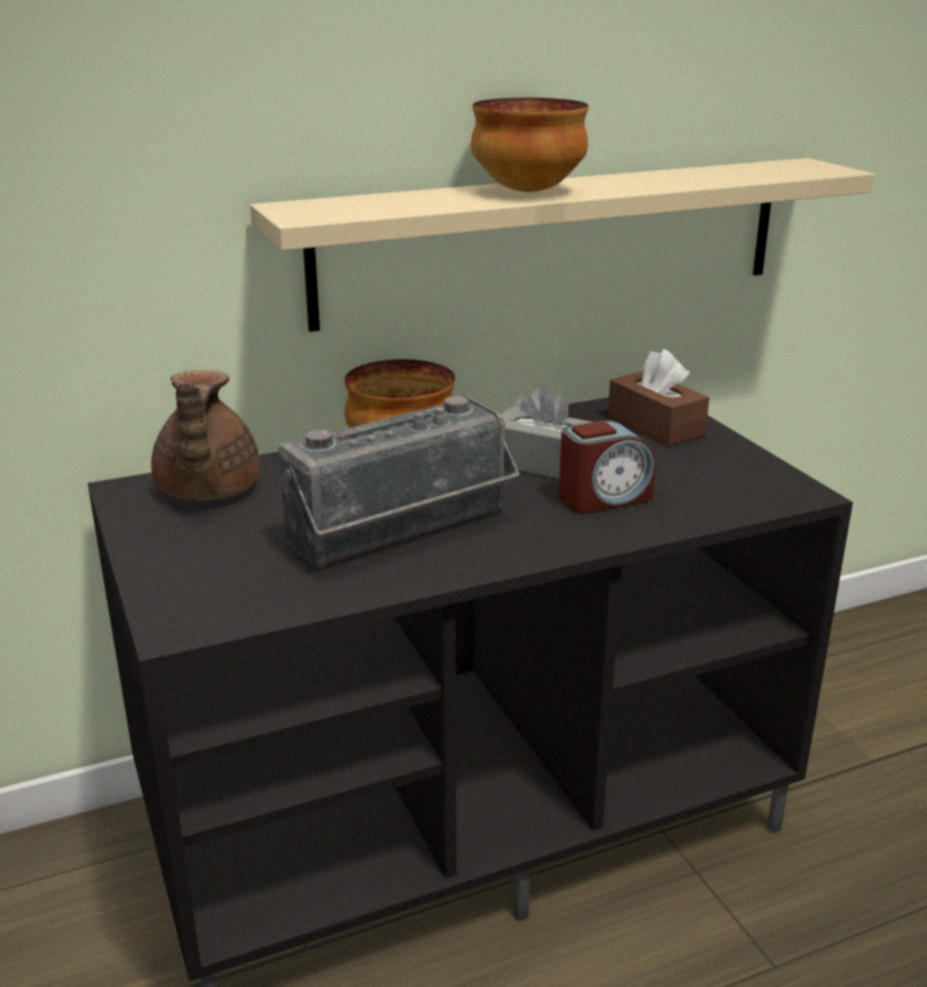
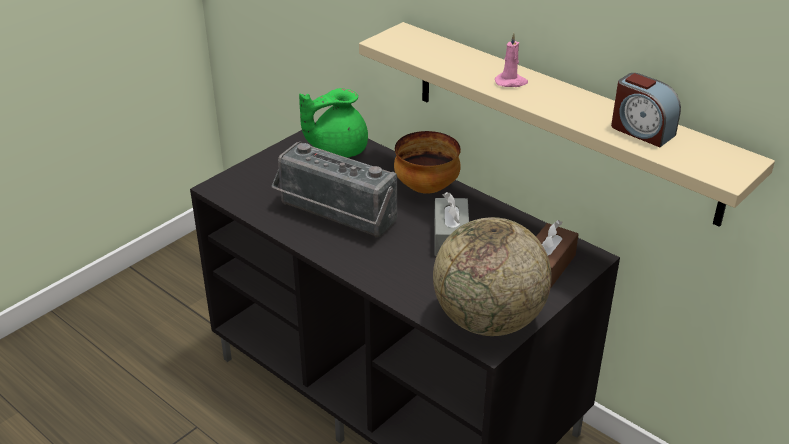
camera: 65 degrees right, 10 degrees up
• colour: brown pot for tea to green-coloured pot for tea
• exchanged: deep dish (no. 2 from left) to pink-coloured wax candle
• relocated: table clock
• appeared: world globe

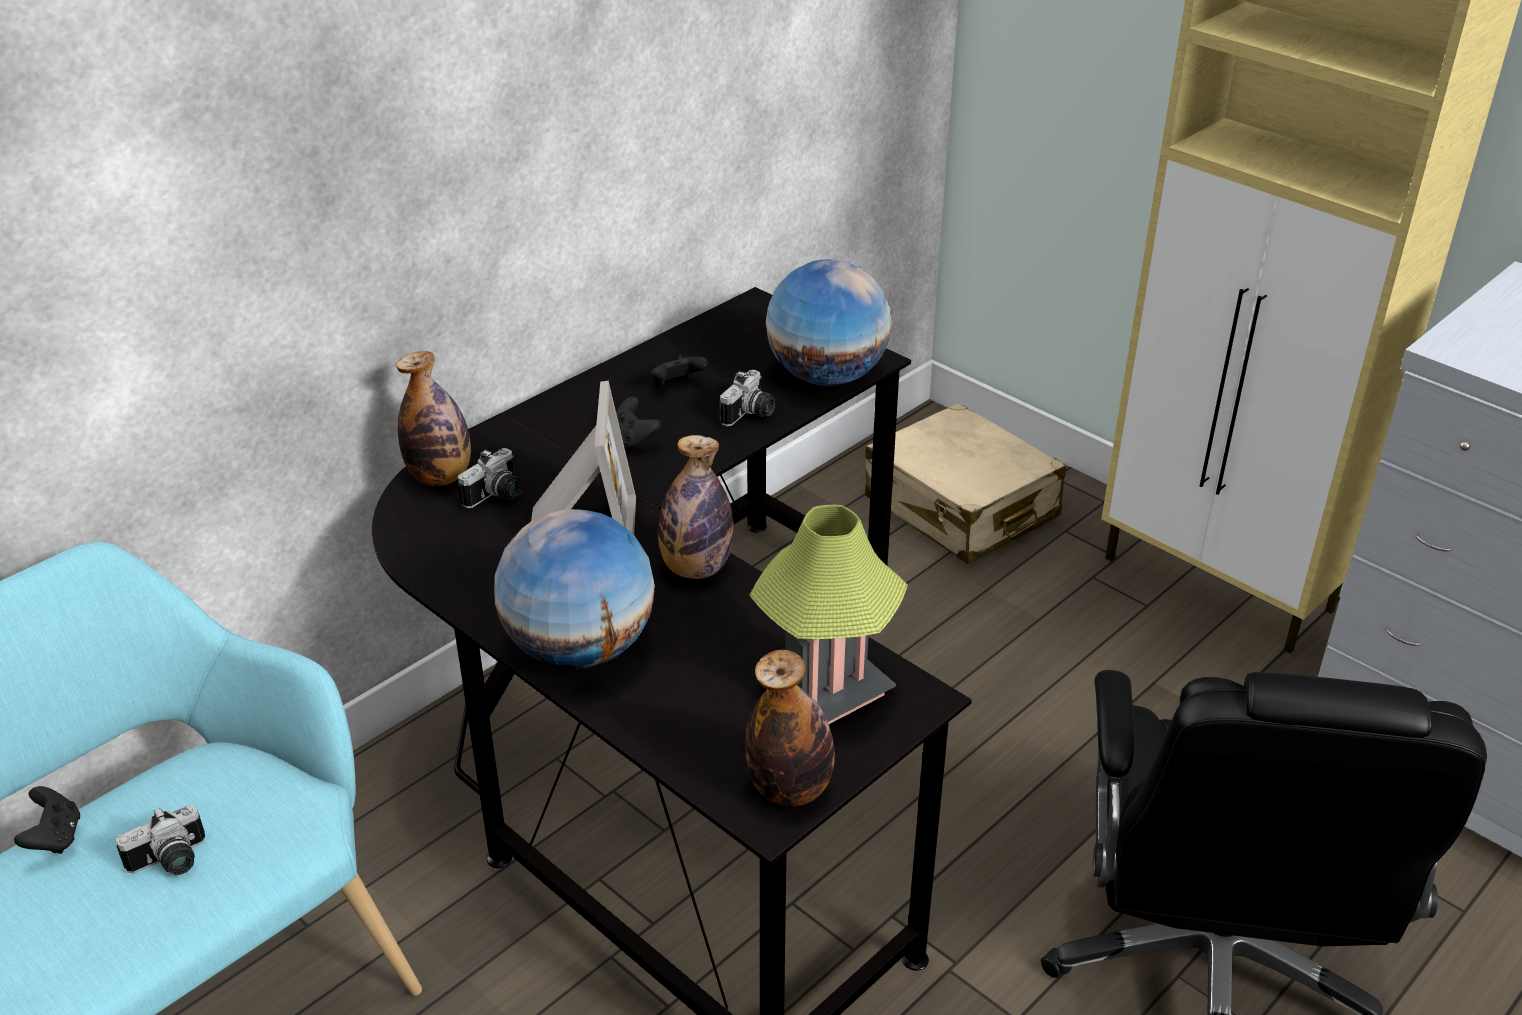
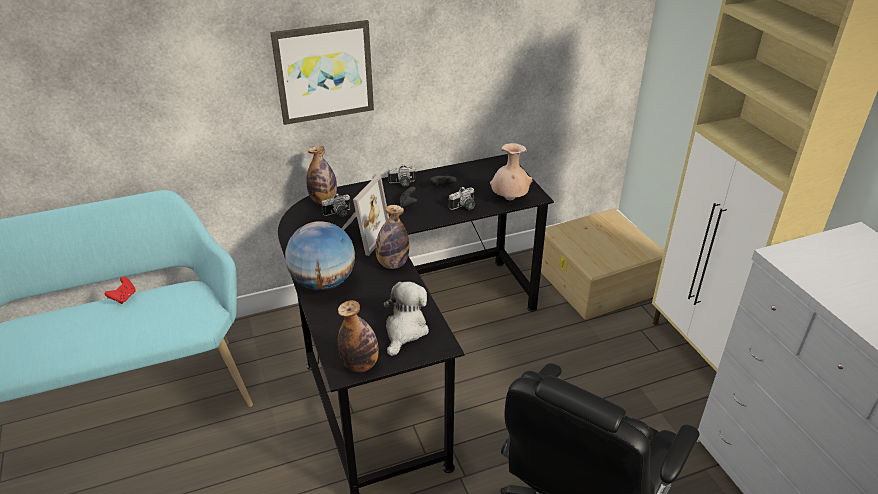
camera: 25 degrees right, 0 degrees up
• colour: black game controller (no. 1 from left) to red game controller
• relocated: still camera (no. 1 from left in the first image) to still camera (no. 2 from left)
• exchanged: table lamp to plush toy
• exchanged: world globe (no. 2 from left) to beige decorative vase
• exchanged: beige piece of luggage to beige storage bin
• appeared: wall art

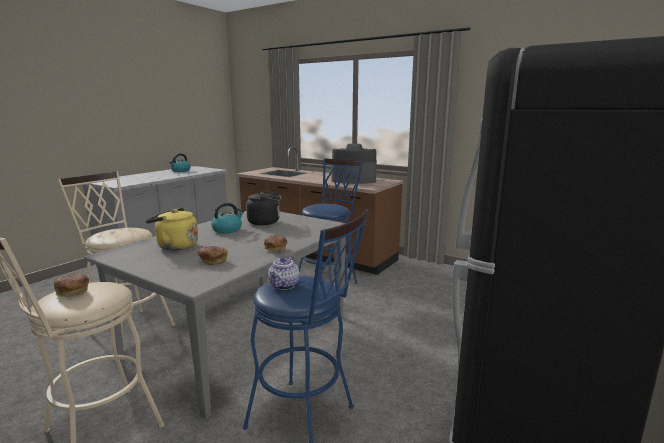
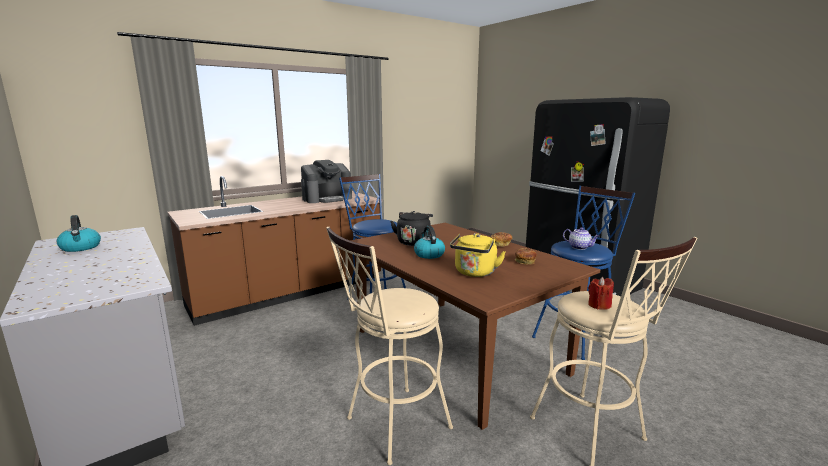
camera: 70 degrees left, 0 degrees up
• exchanged: bakery bread (no. 1 from left) to red wax candle
• colour: greyish dining table to brown dining table
• spun: coffee brewer 150 degrees counterclockwise

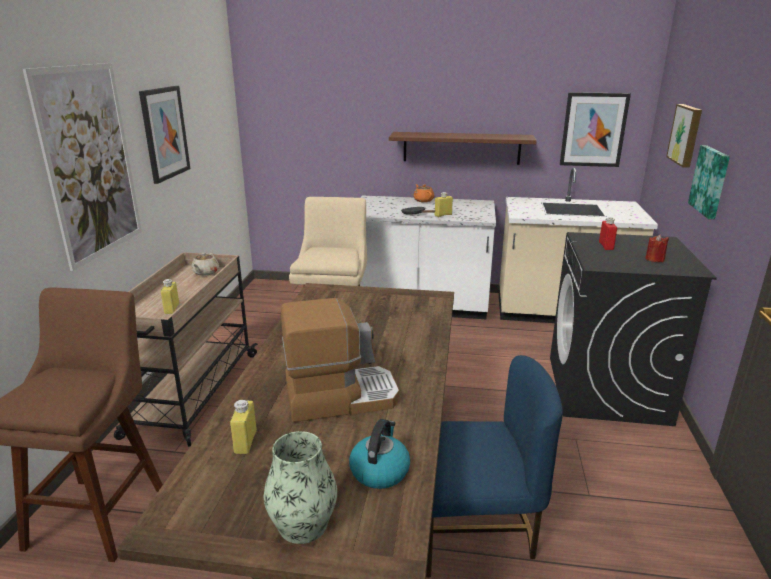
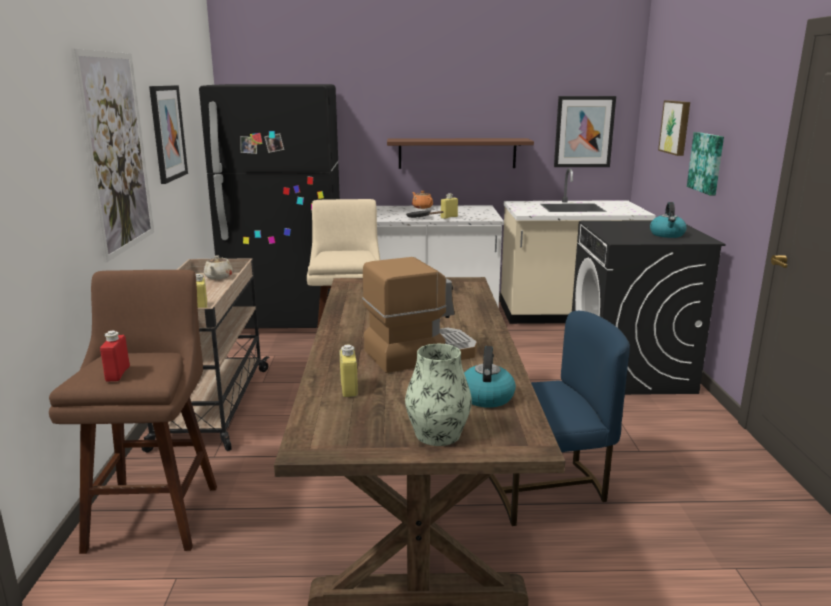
camera: 10 degrees left, 5 degrees down
• relocated: red beverage bottle
• exchanged: red wax candle to tea kettle (no. 2 from left)
• appeared: black kitchen fridge

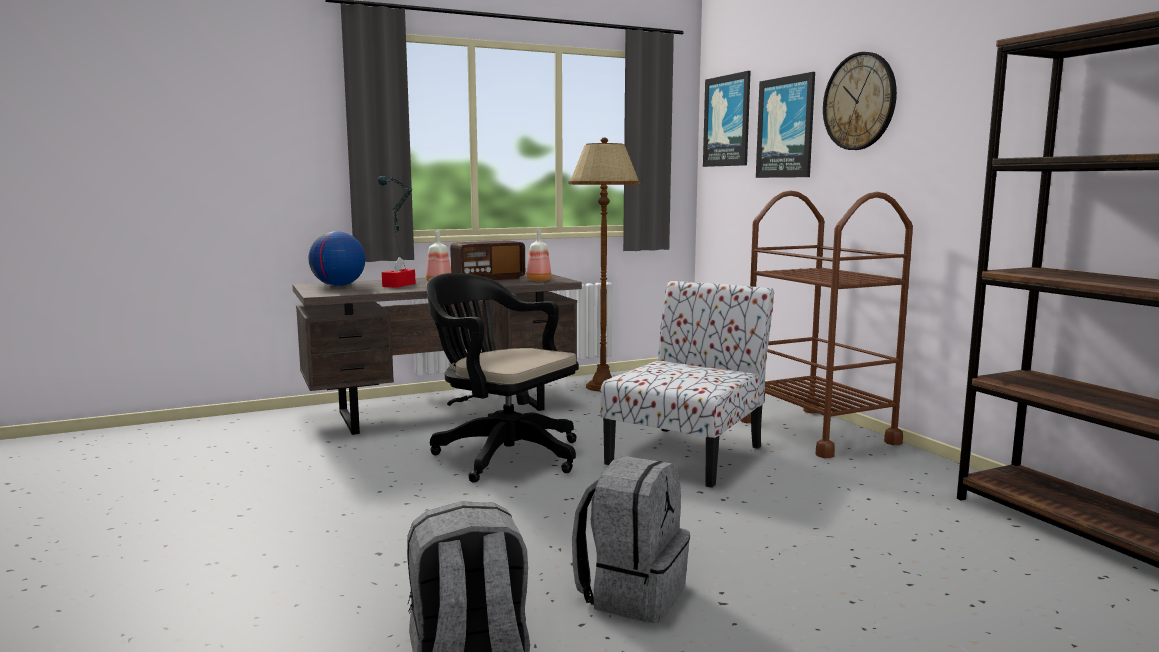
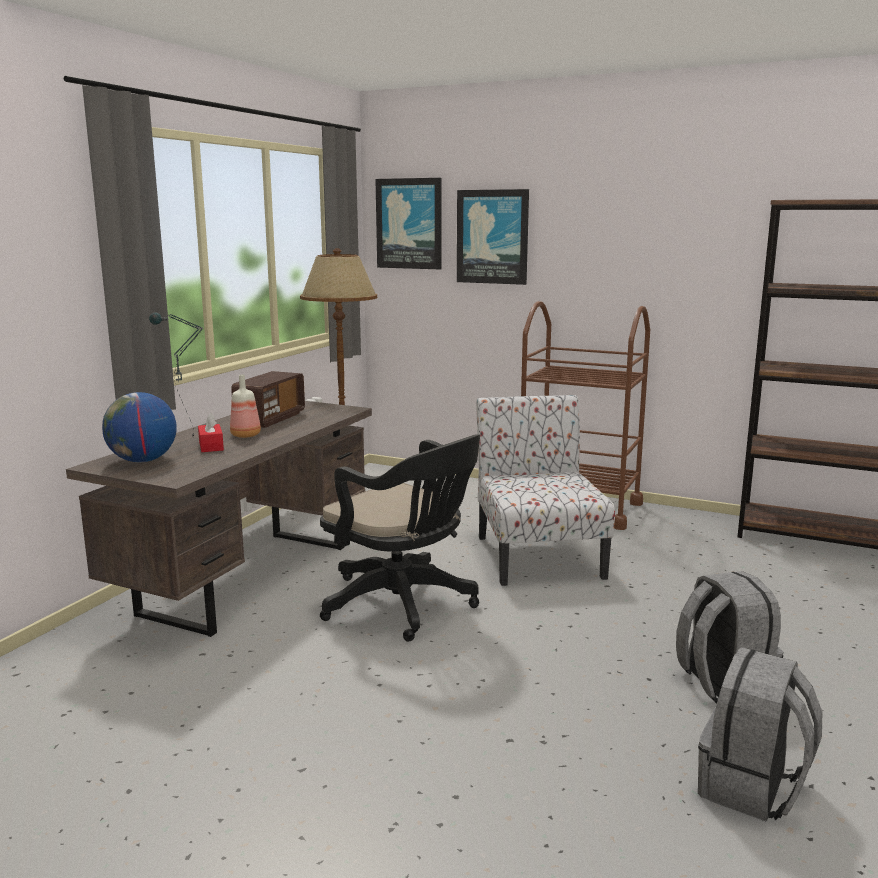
camera: 40 degrees left, 5 degrees up
• spun: black office chair 135 degrees counterclockwise
• missing: beverage bottle (no. 2 from left)
• missing: clock on the wall

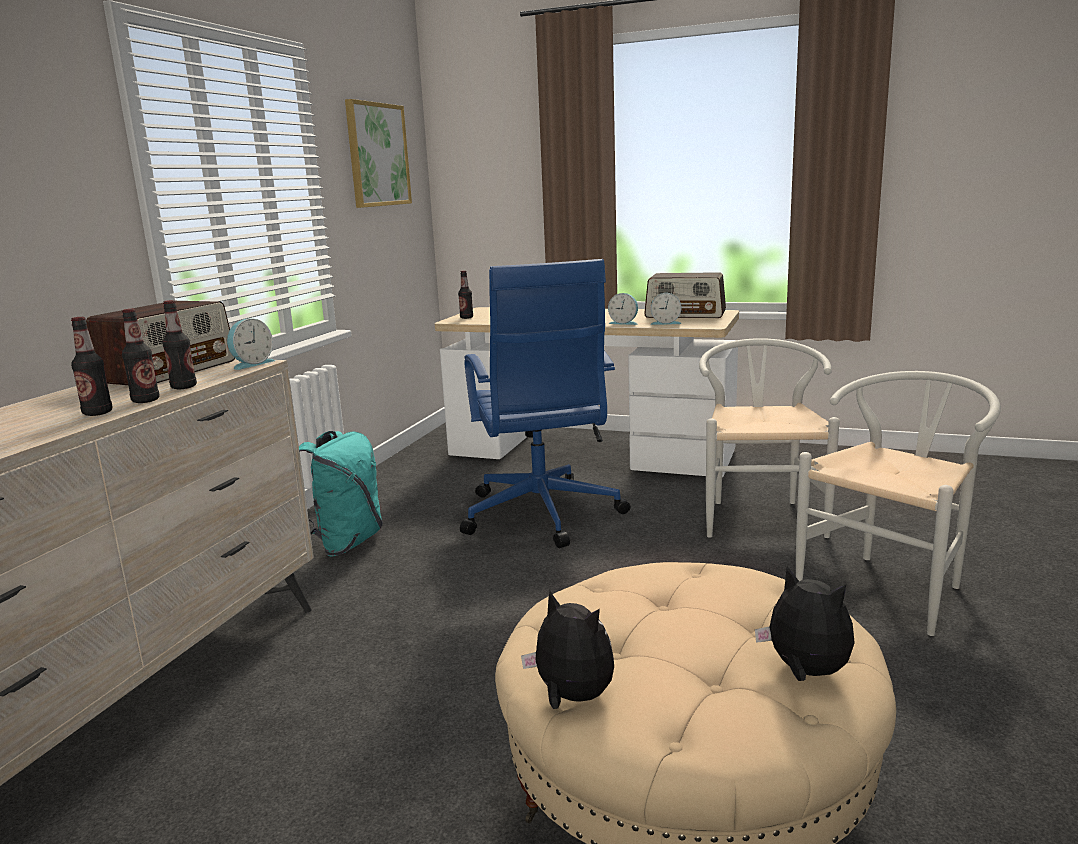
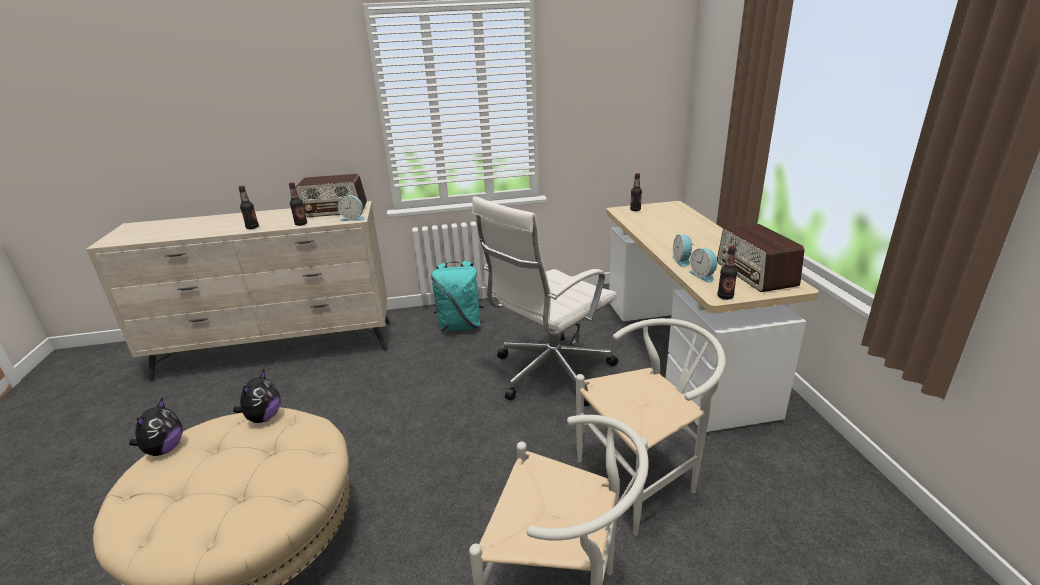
camera: 60 degrees right, 10 degrees up
• relocated: beverage bottle (no. 2 from left in the first image) to beverage bottle (no. 4 from left)
• missing: wall art
• colour: blue office chair to white office chair
• relocated: plush toy (no. 2 from left)

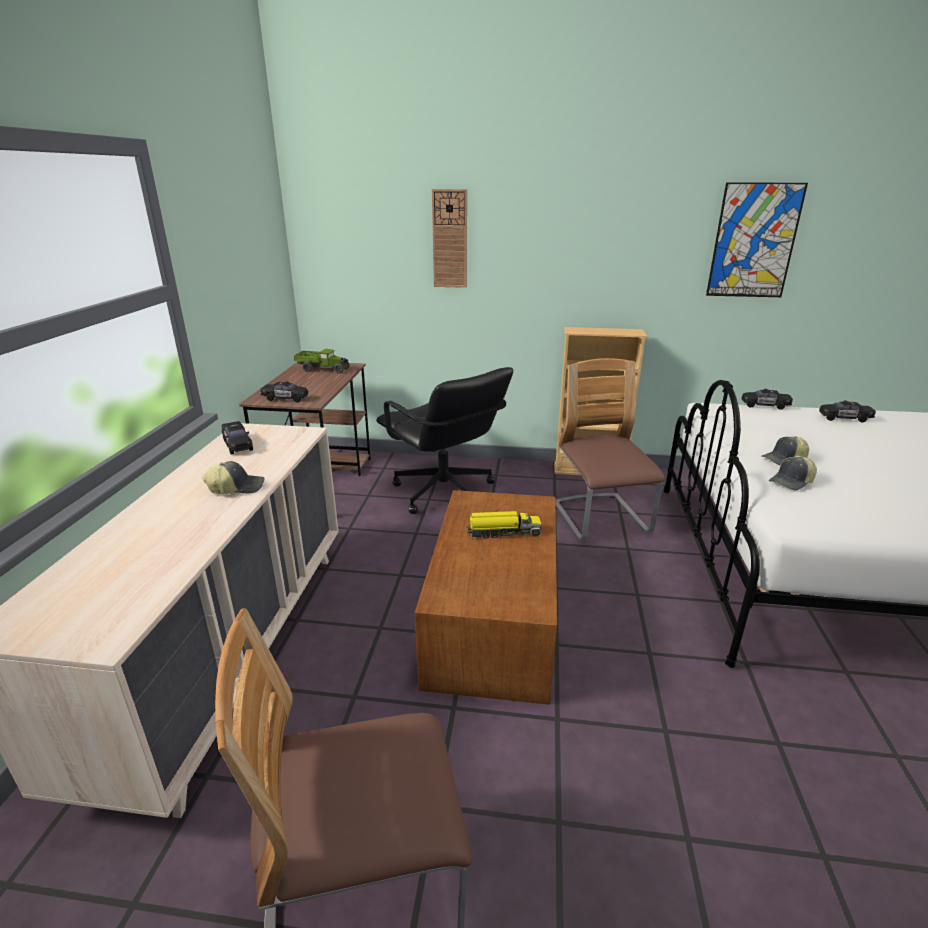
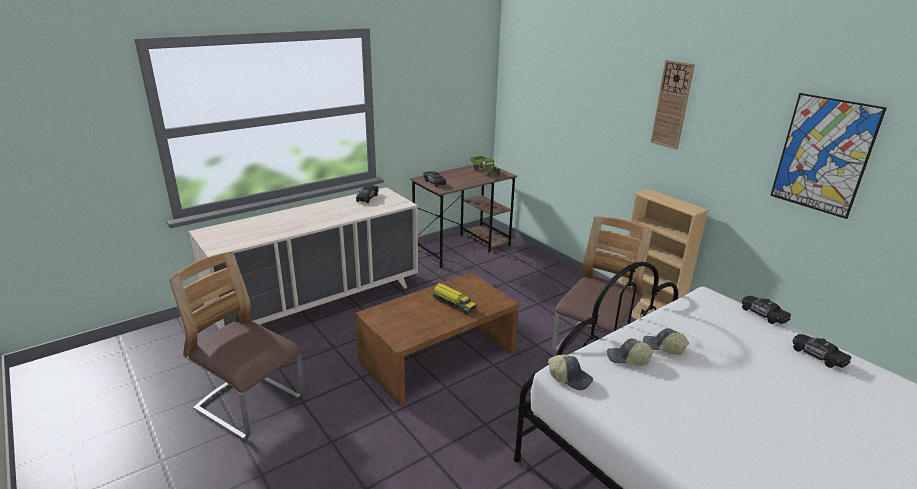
camera: 45 degrees right, 0 degrees up
• relocated: peaked cap (no. 1 from left)
• missing: black office chair
• relocated: clock on the wall

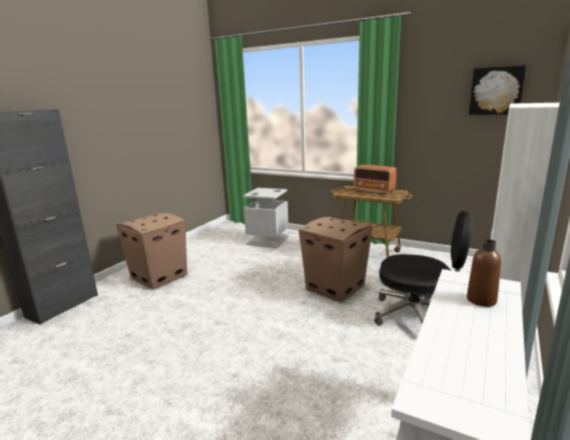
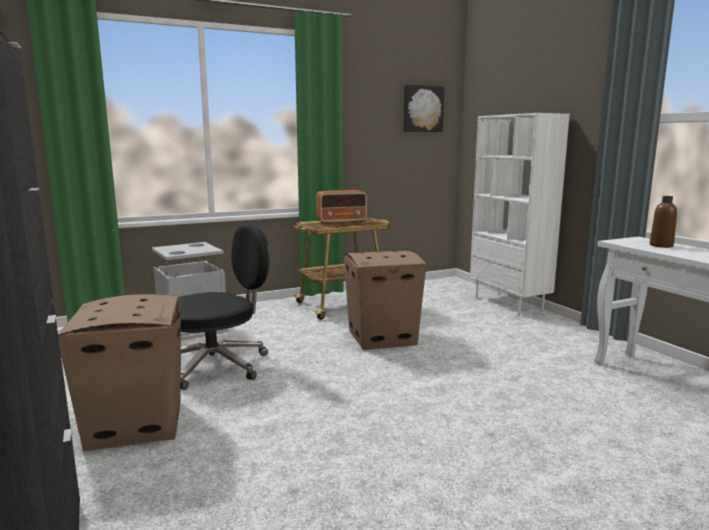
camera: 55 degrees left, 5 degrees down
• relocated: black office chair

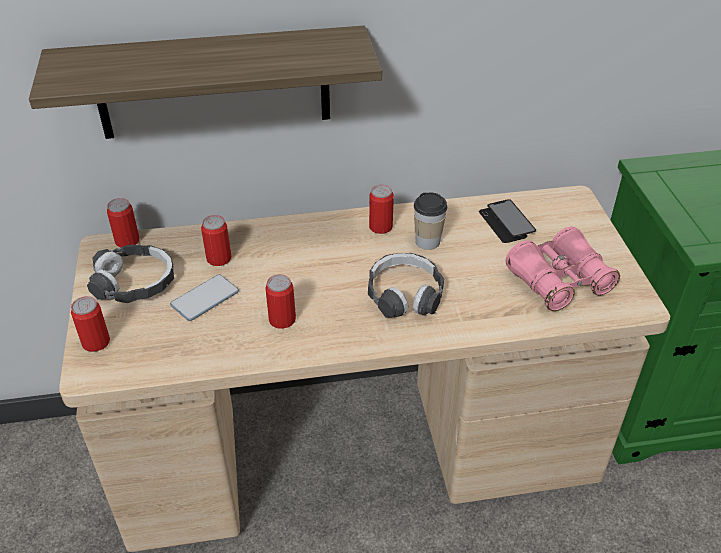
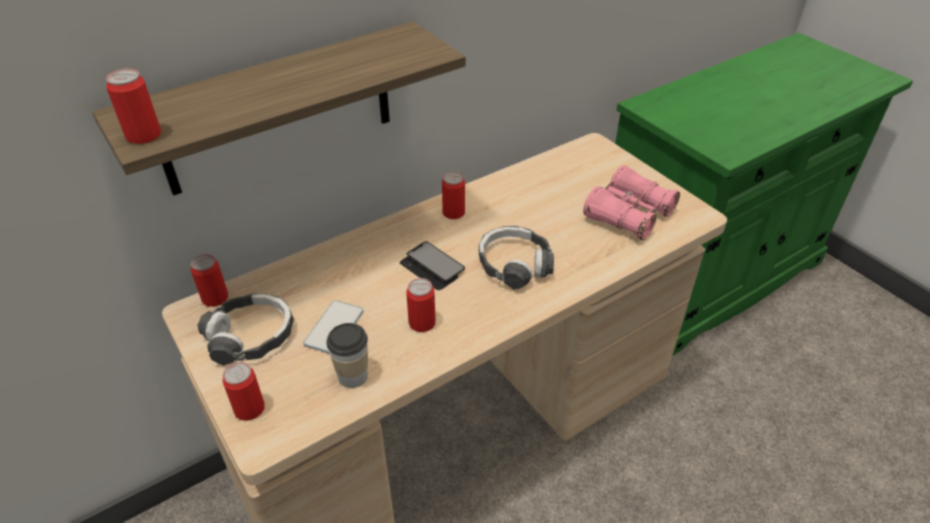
camera: 25 degrees left, 0 degrees up
• relocated: sealed can (no. 3 from left in the first image) to sealed can (no. 1 from left)
• relocated: small cup
• relocated: handset (no. 2 from left)

